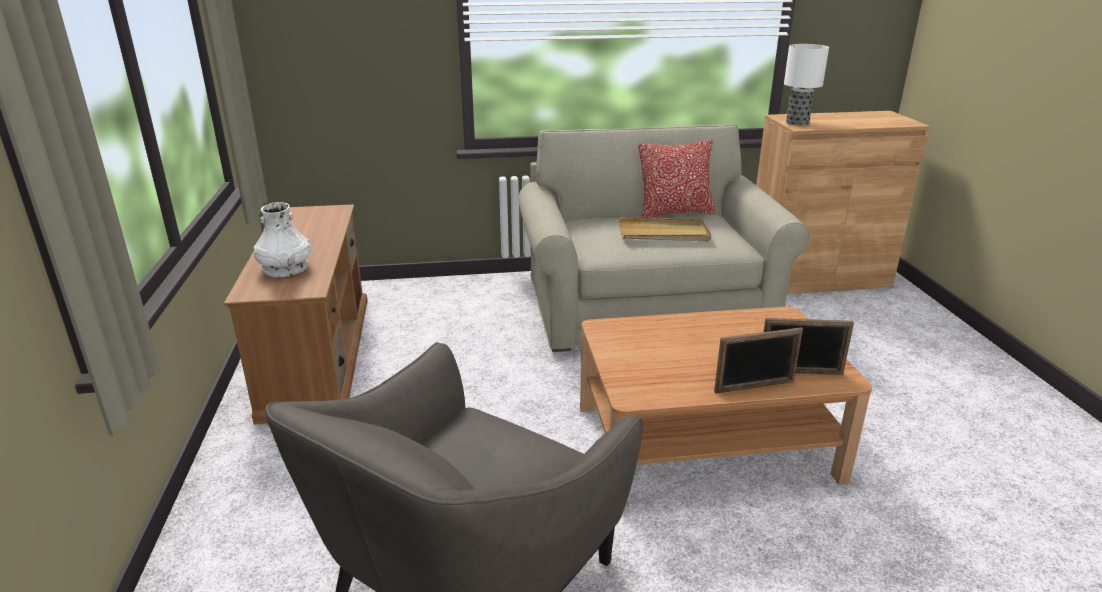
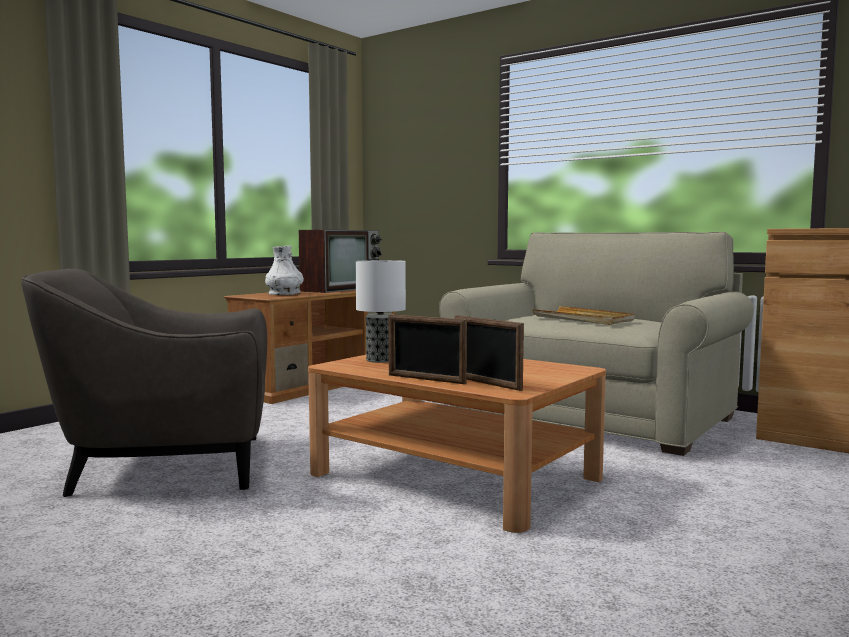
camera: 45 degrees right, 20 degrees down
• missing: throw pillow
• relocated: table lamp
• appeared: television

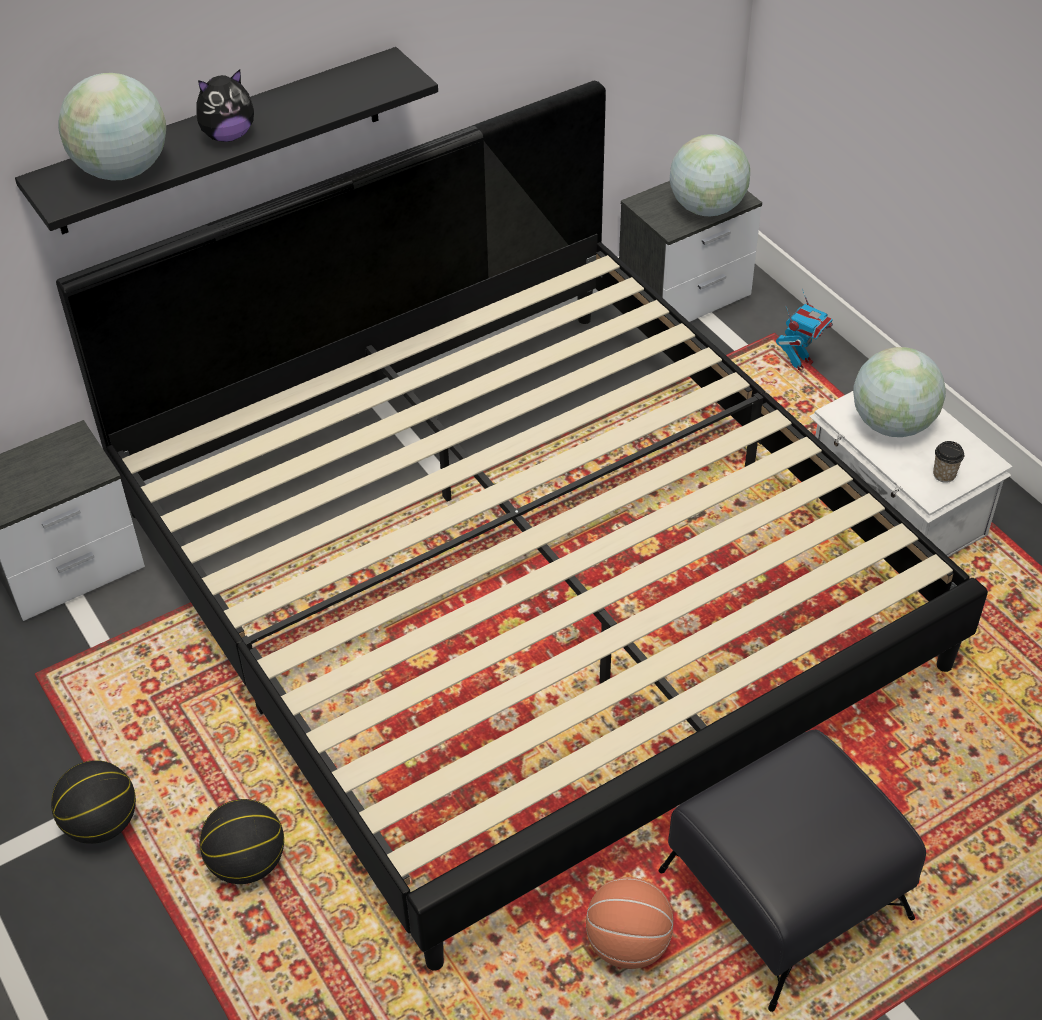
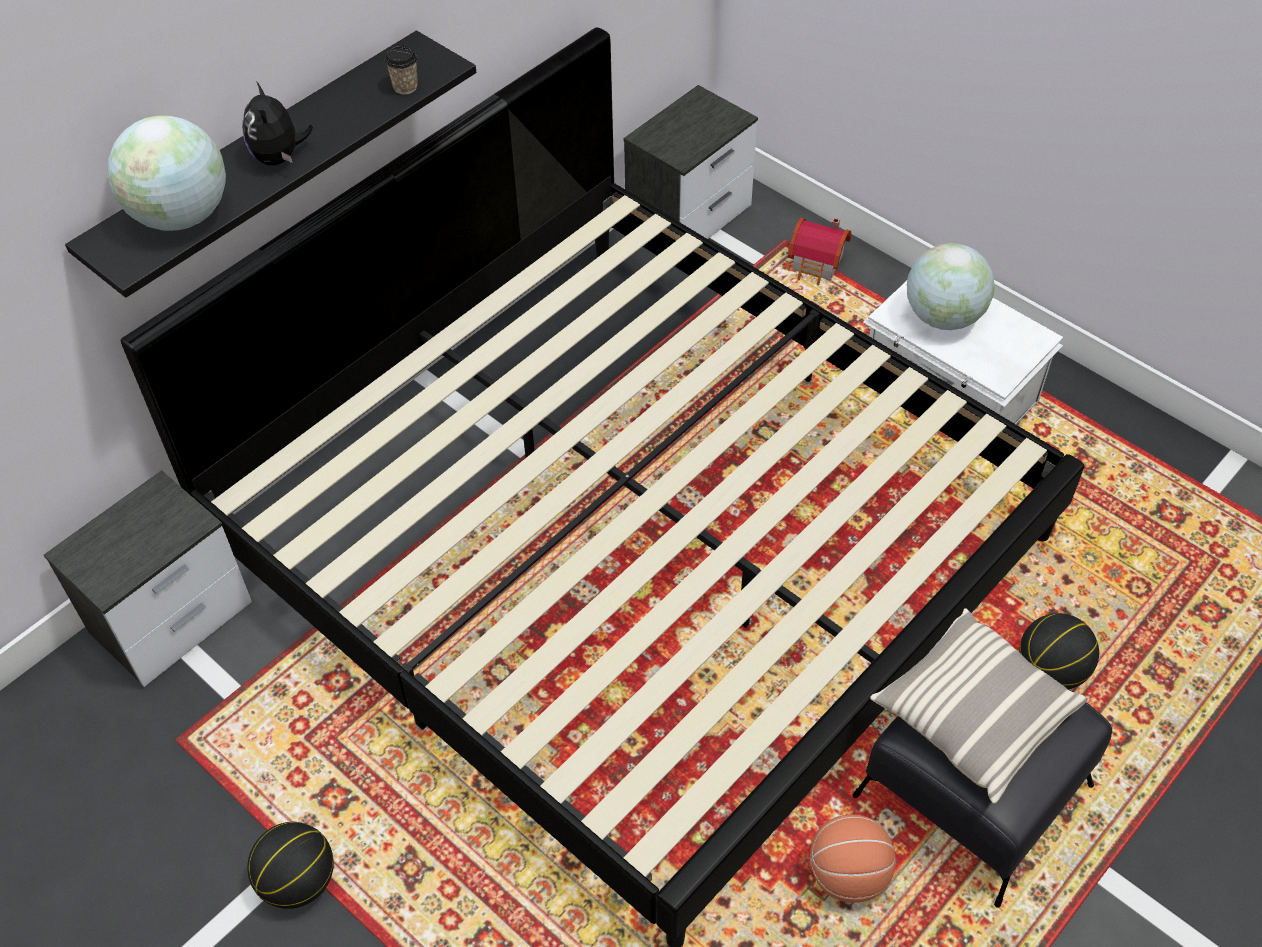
camera: 15 degrees left, 5 degrees up
• spun: plush toy 120 degrees clockwise
• relocated: basketball (no. 2 from left in the first image) to basketball (no. 3 from left)
• missing: world globe (no. 2 from left)
• exchanged: model robot to model house
• relocated: small cup
• appeared: throw pillow

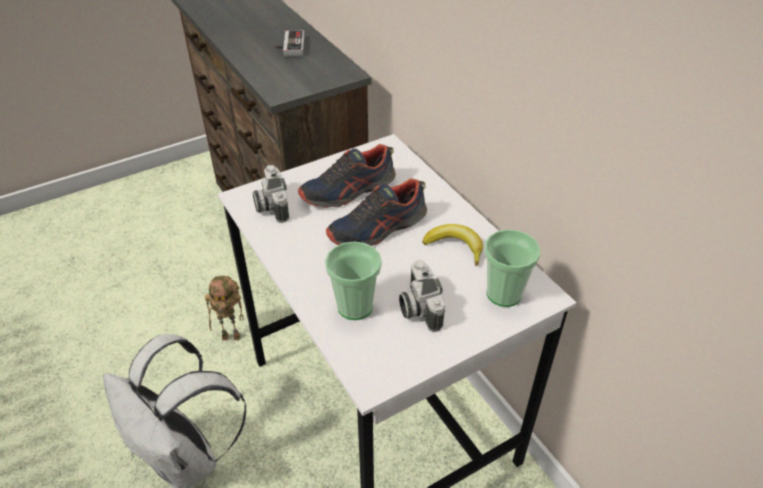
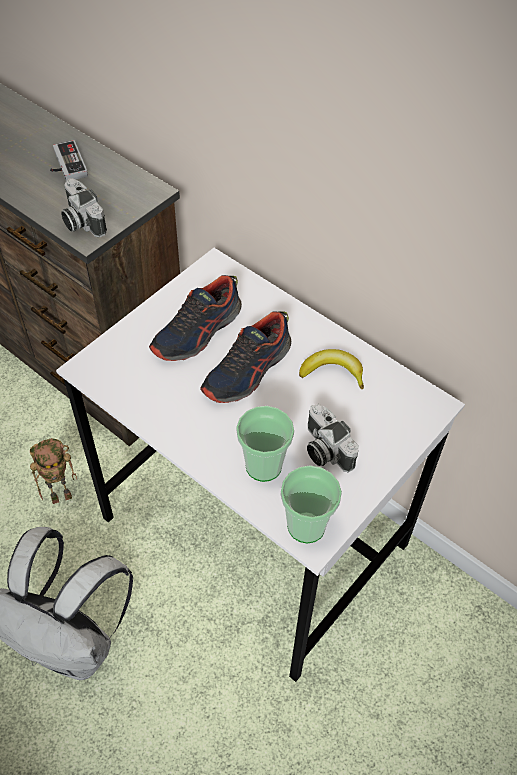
camera: 20 degrees left, 10 degrees up
• relocated: still camera (no. 1 from left)
• relocated: small cup (no. 2 from left)

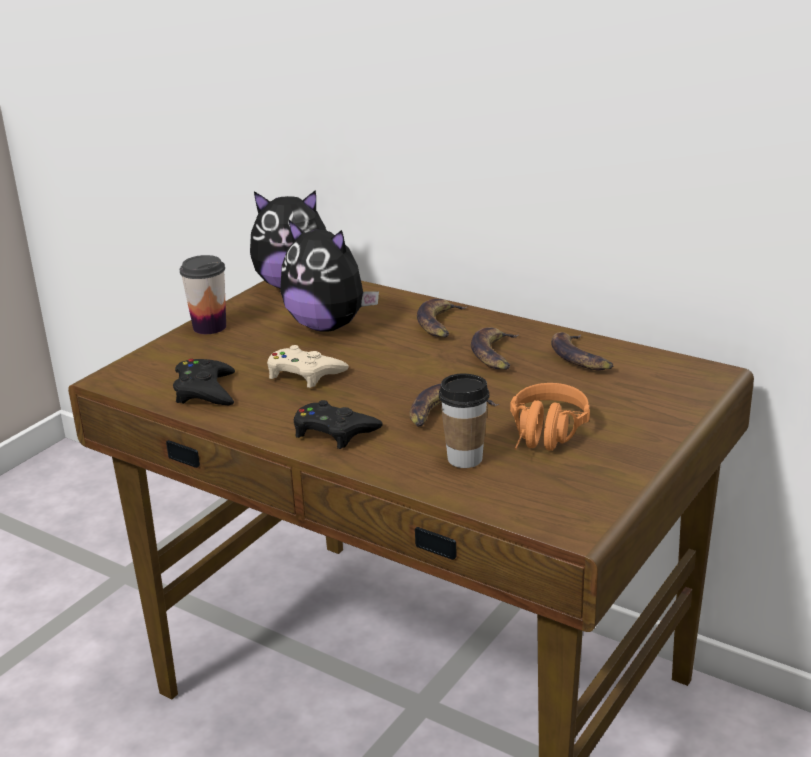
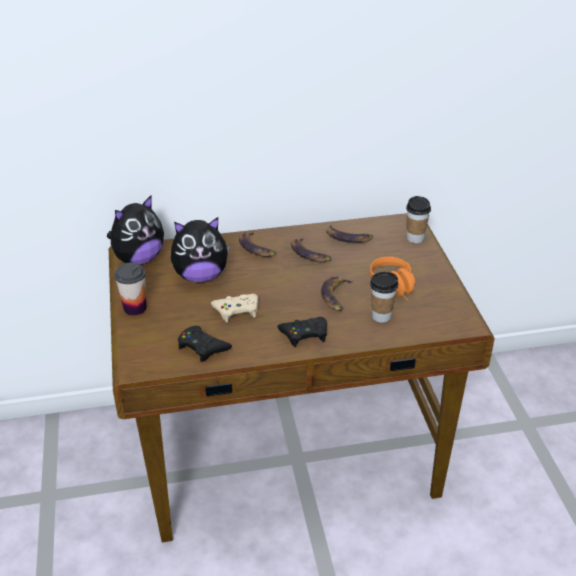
camera: 45 degrees left, 10 degrees up
• appeared: small cup (no. 3 from left)

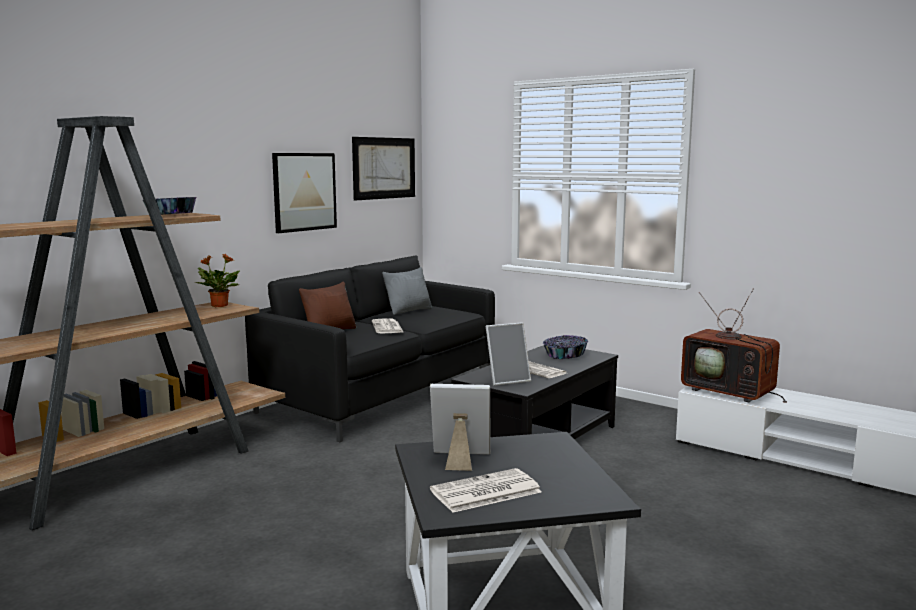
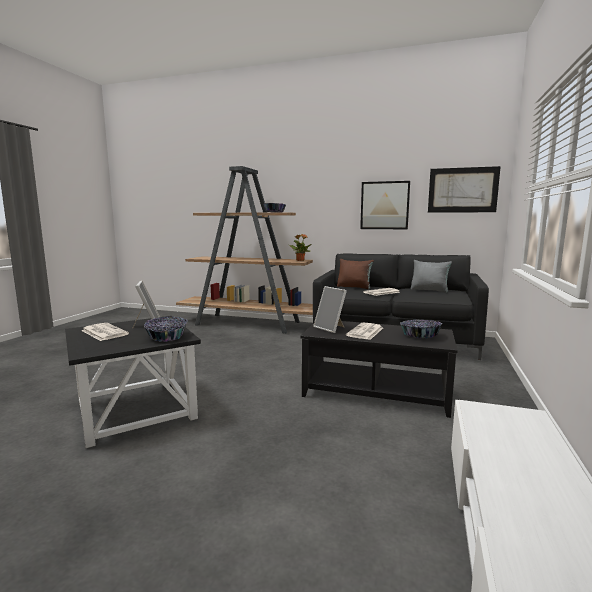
camera: 70 degrees right, 0 degrees up
• missing: television
• appeared: deep dish (no. 1 from left)

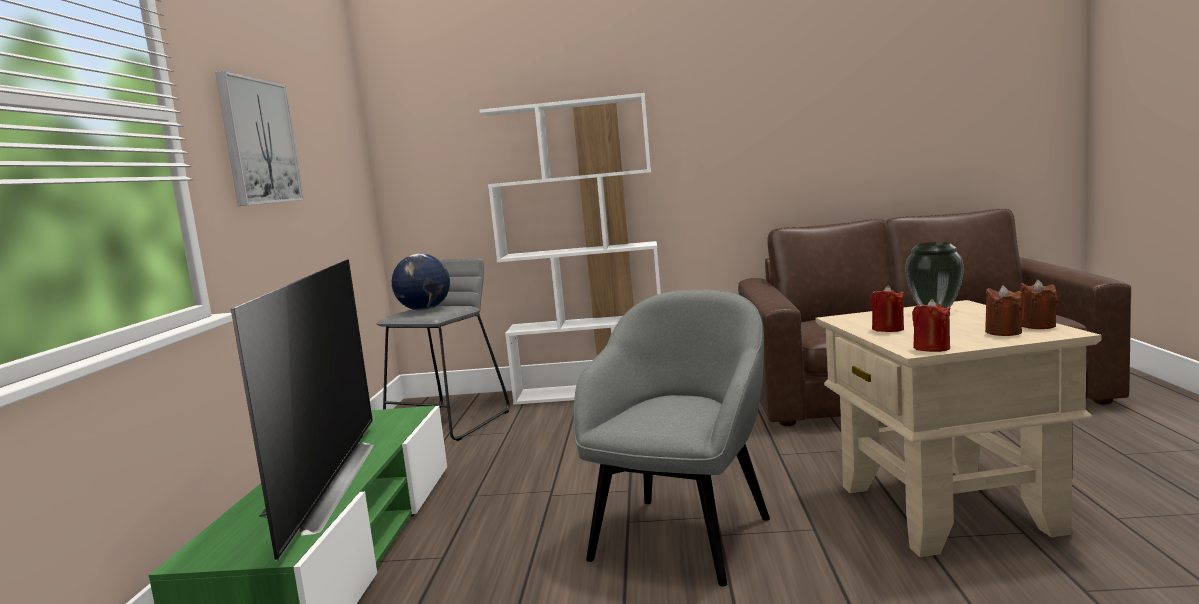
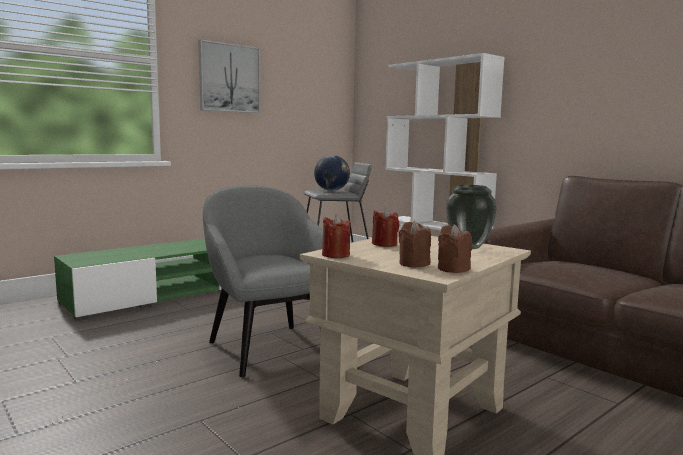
camera: 45 degrees right, 0 degrees up
• missing: television
• spun: greyish armchair 105 degrees counterclockwise

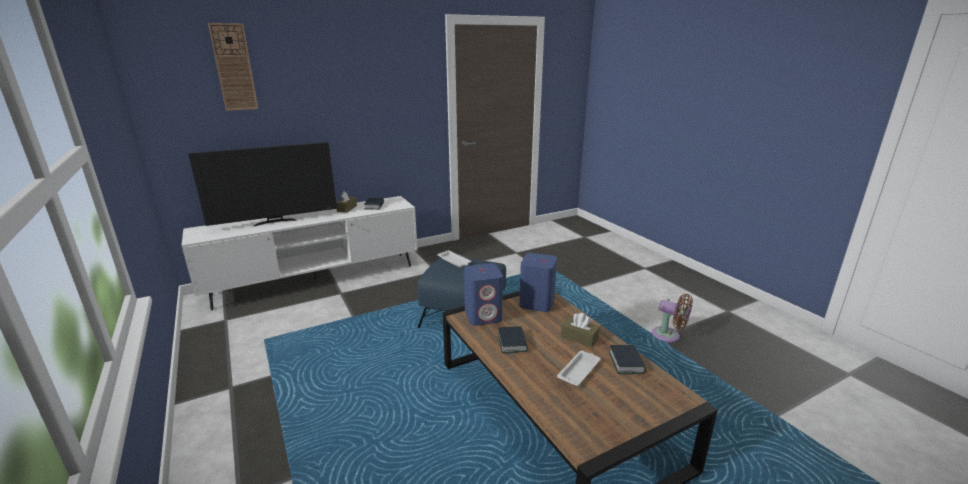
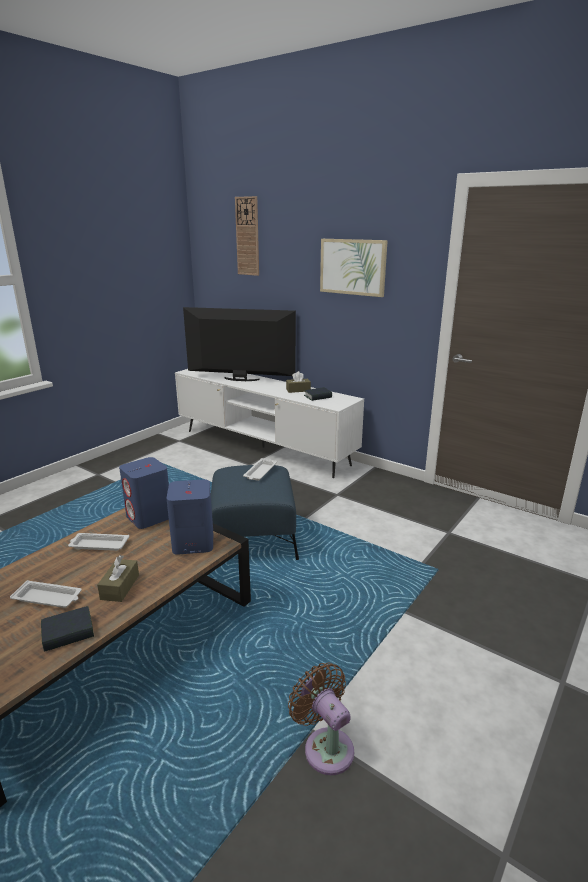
camera: 65 degrees right, 0 degrees up
• spun: television 150 degrees clockwise
• exchanged: book (no. 2 from left) to white carrying tray (no. 2 from left)
• spun: brown cooling fan 135 degrees clockwise
• appeared: wall art

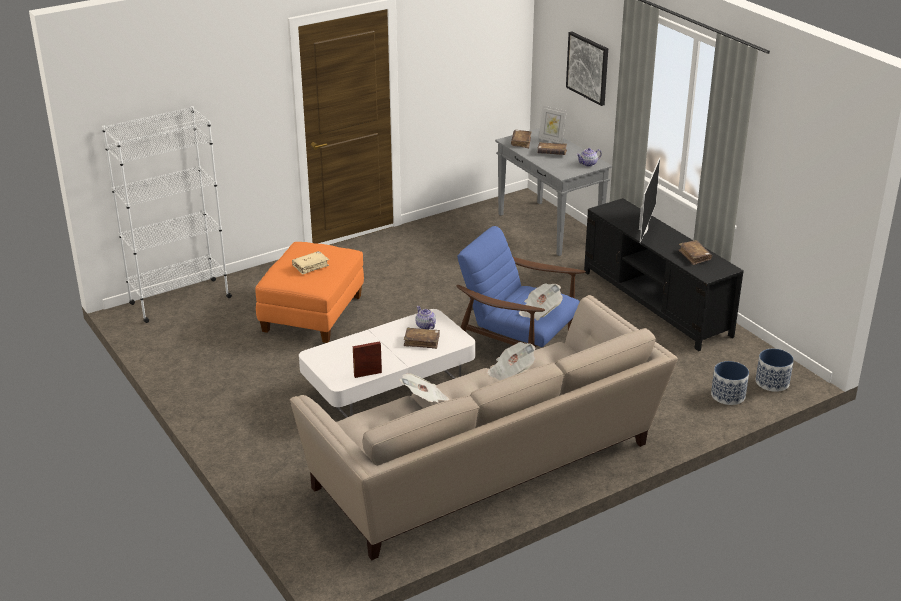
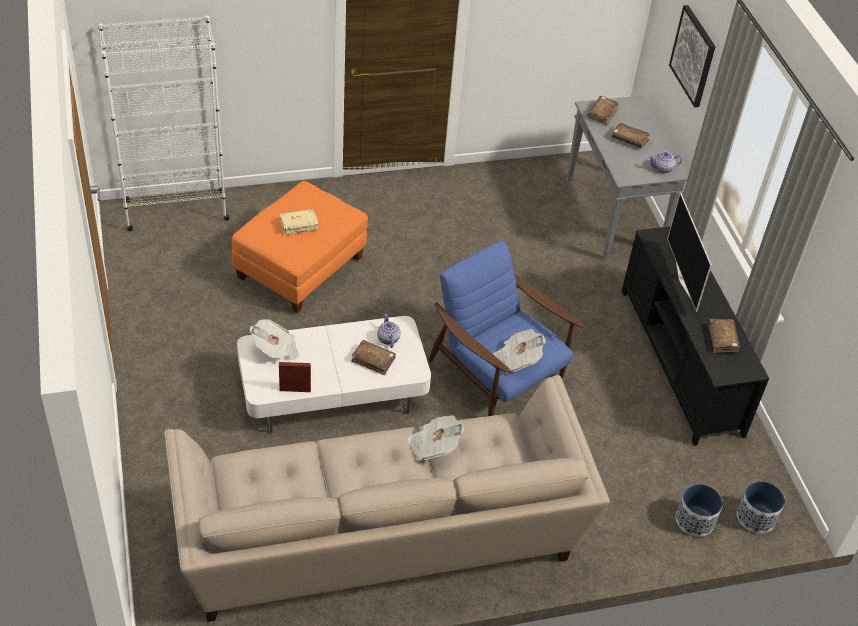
camera: 15 degrees right, 15 degrees up
• relocated: daily paper (no. 1 from left)
• missing: picture frame (no. 2 from left)
• spun: television 135 degrees clockwise

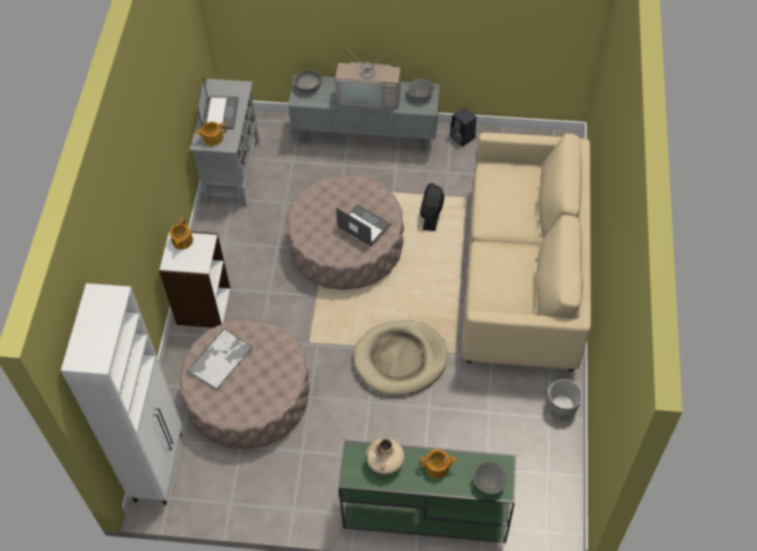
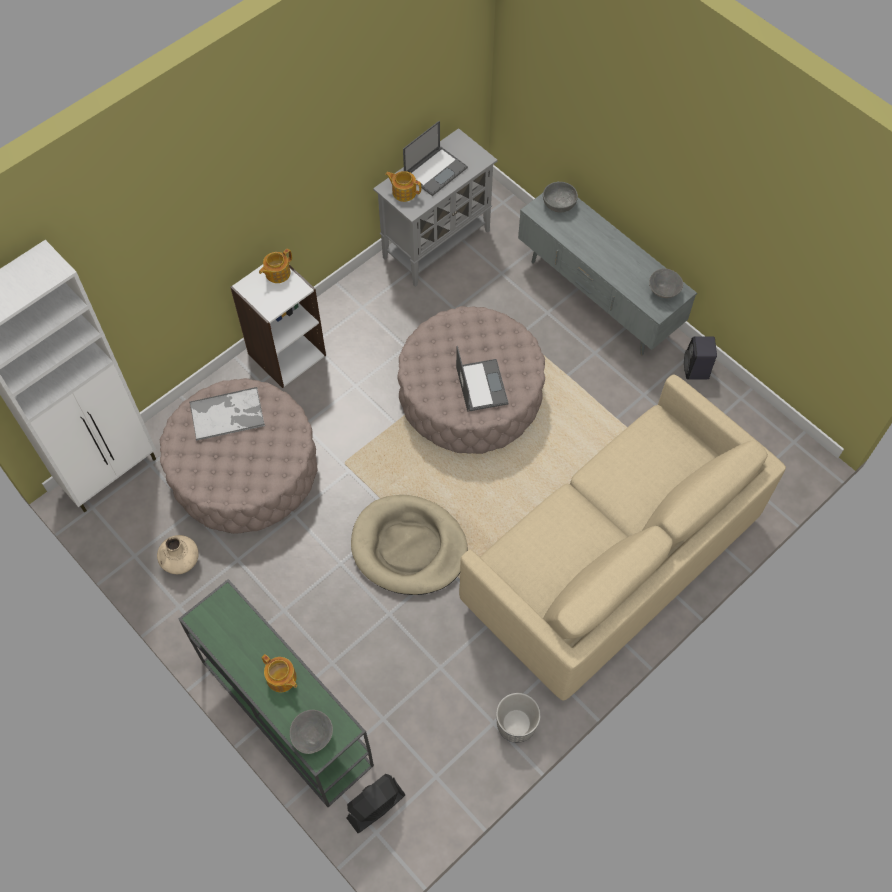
camera: 40 degrees right, 5 degrees up
• missing: television
• relocated: beige decorative vase
• relocated: black cooling fan

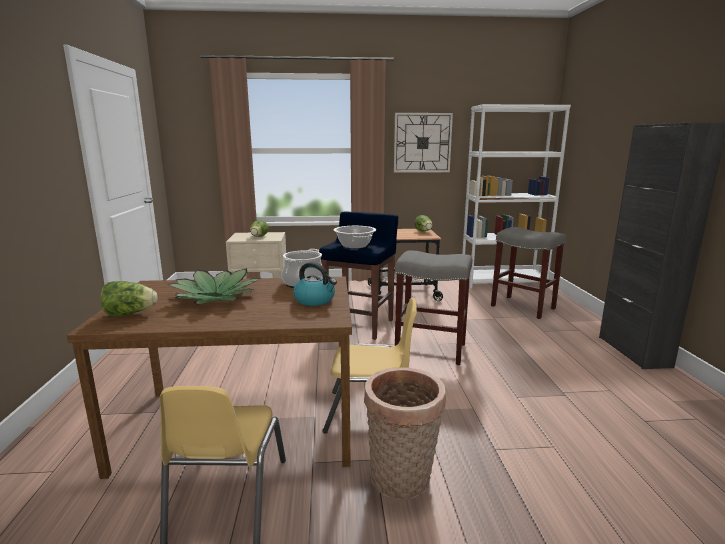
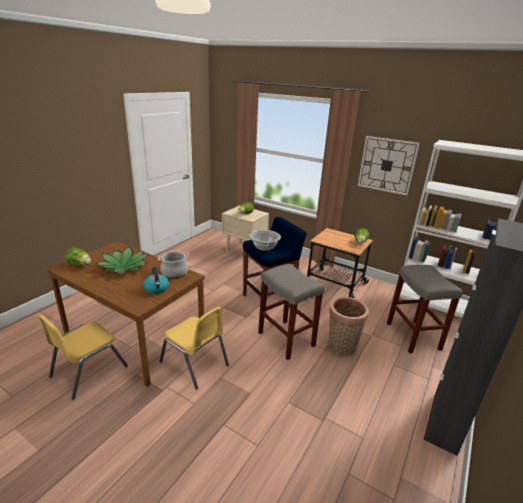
camera: 35 degrees right, 10 degrees up
• relocated: household basket

